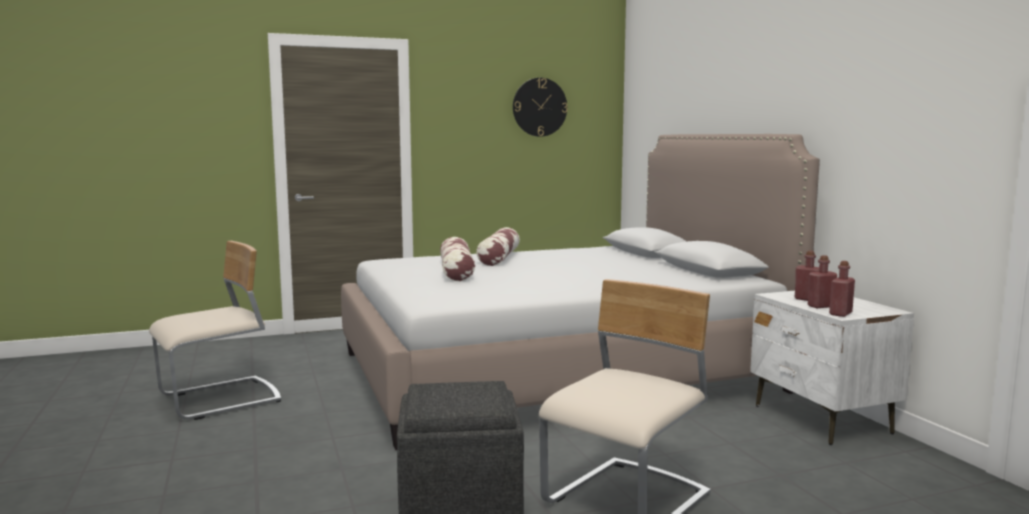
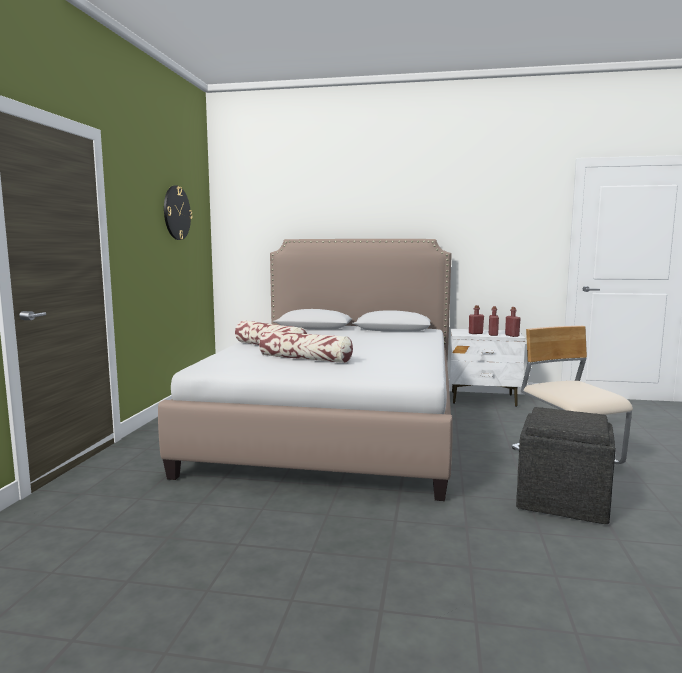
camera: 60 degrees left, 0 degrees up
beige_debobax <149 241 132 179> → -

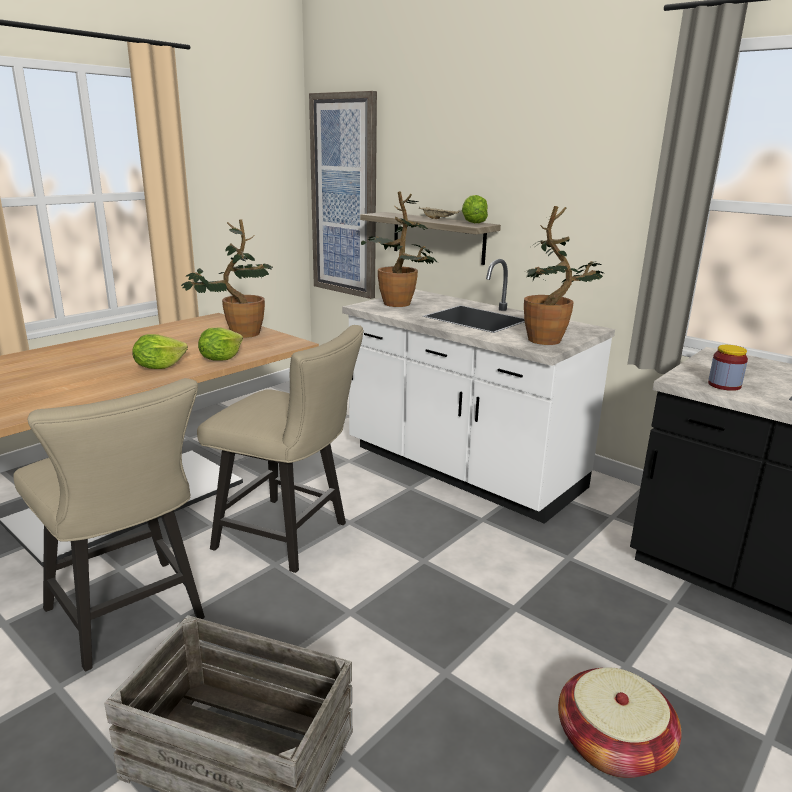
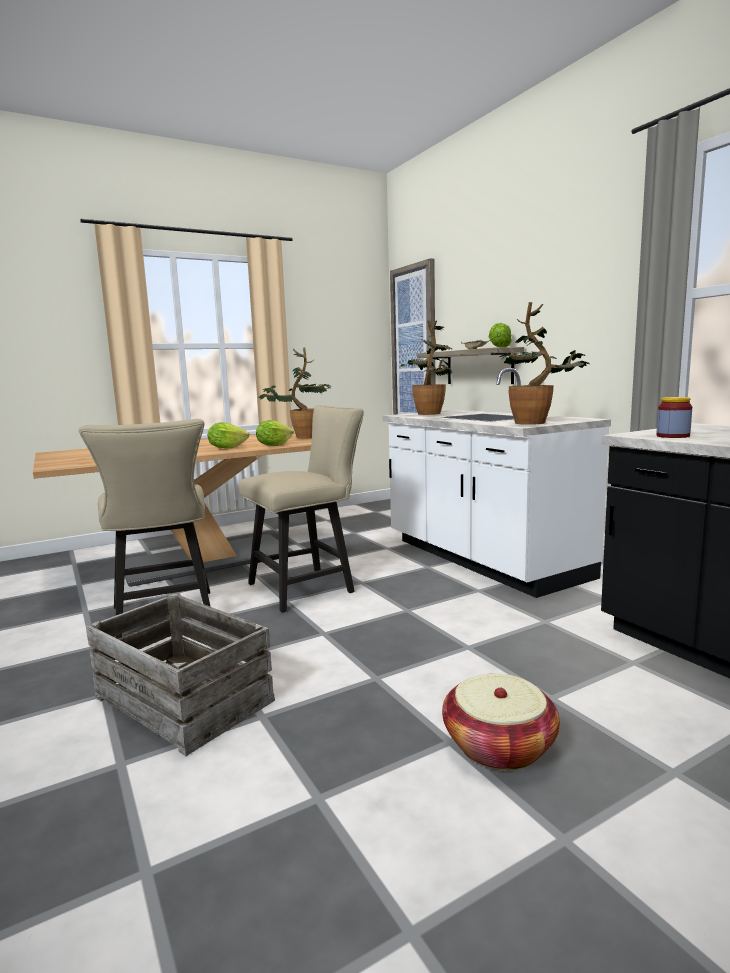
camera: 20 degrees right, 10 degrees down
beige_debobax <197 325 167 248> → beige_debobax <239 405 125 208>, 75 degrees counterclockwise

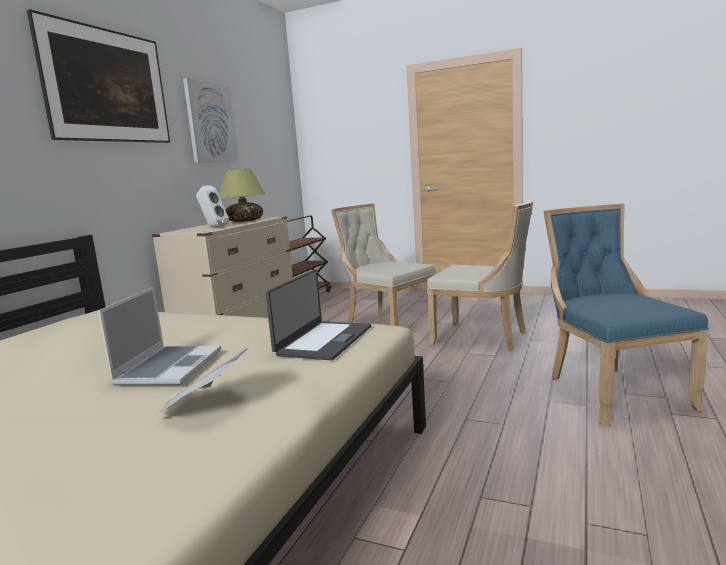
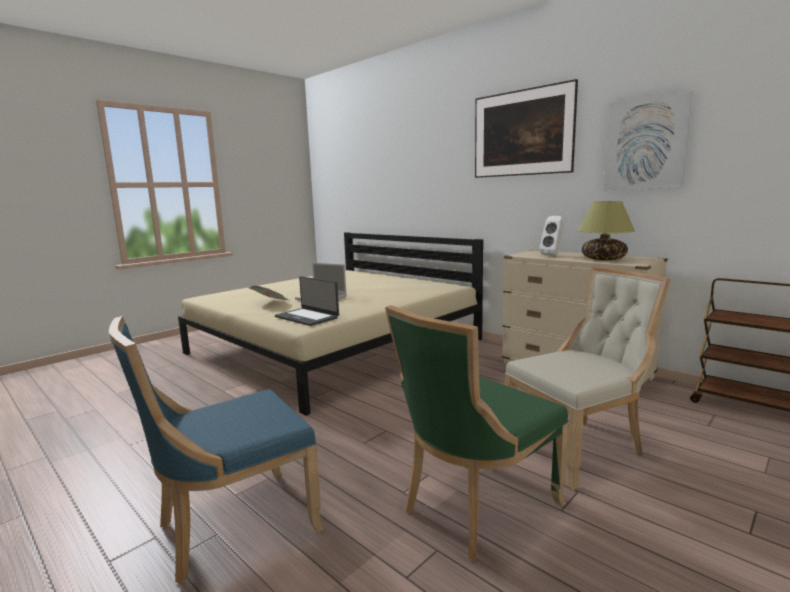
camera: 110 degrees right, 0 degrees up
beige_debobax <427 200 106 151> → green_debobax <385 305 183 255>
blue_debobax <544 204 165 223> → blue_debobax <109 316 215 268>, 135 degrees clockwise

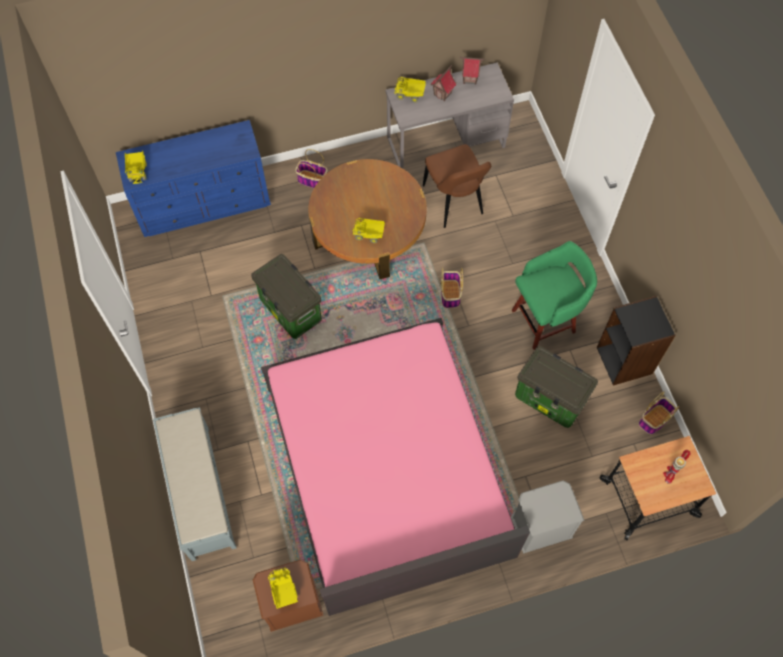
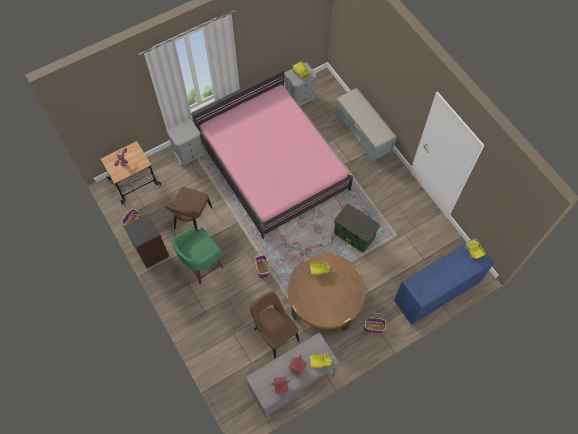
camera: 165 degrees right, 0 degrees up
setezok <515 346 83 82> → brown_debobax <165 186 47 45>
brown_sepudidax <253 559 70 73> → grey_sepudidax <284 62 33 44>

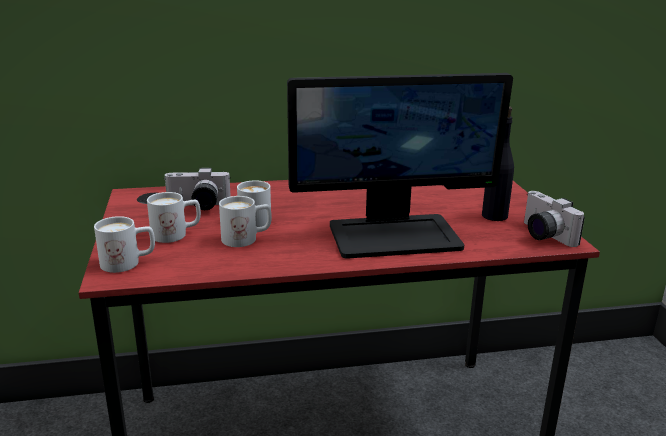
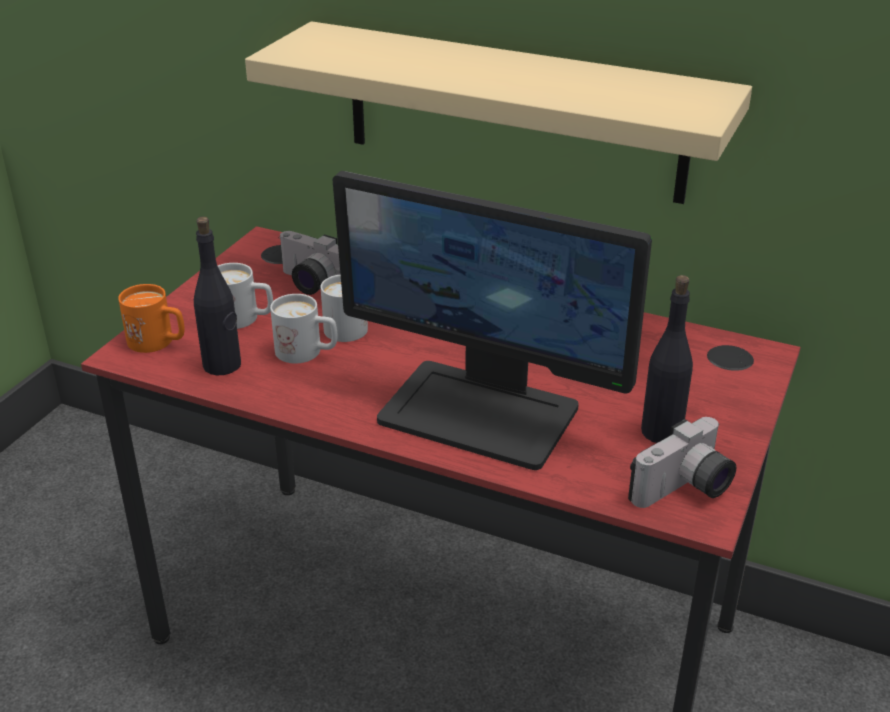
camera: 35 degrees right, 10 degrees up
- → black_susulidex <194 217 47 158>
- → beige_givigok <245 21 507 183>
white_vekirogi <94 216 61 57> → orange_vekirogi <118 284 67 69>
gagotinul <524 191 61 56> → gagotinul <628 417 108 91>, 135 degrees counterclockwise

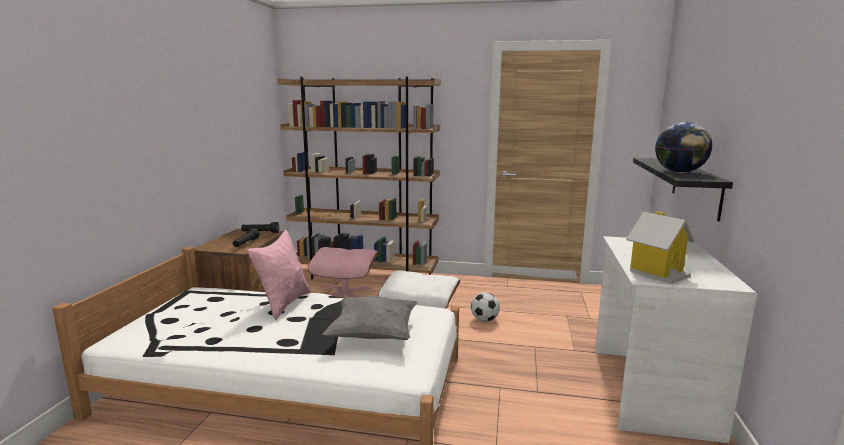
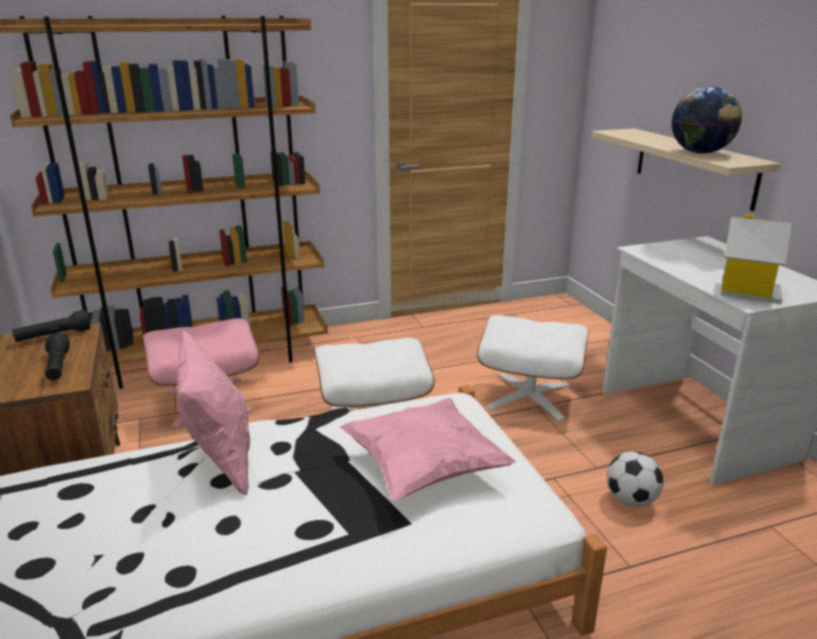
camera: 30 degrees left, 10 degrees up
- → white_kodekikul <477 315 112 106>
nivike <471 292 29 30> → nivike <607 451 57 56>, shifted
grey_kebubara <323 296 95 44> → pink_kebubara <340 398 176 102>
black_givigok <633 158 100 64> → beige_givigok <592 128 189 83>

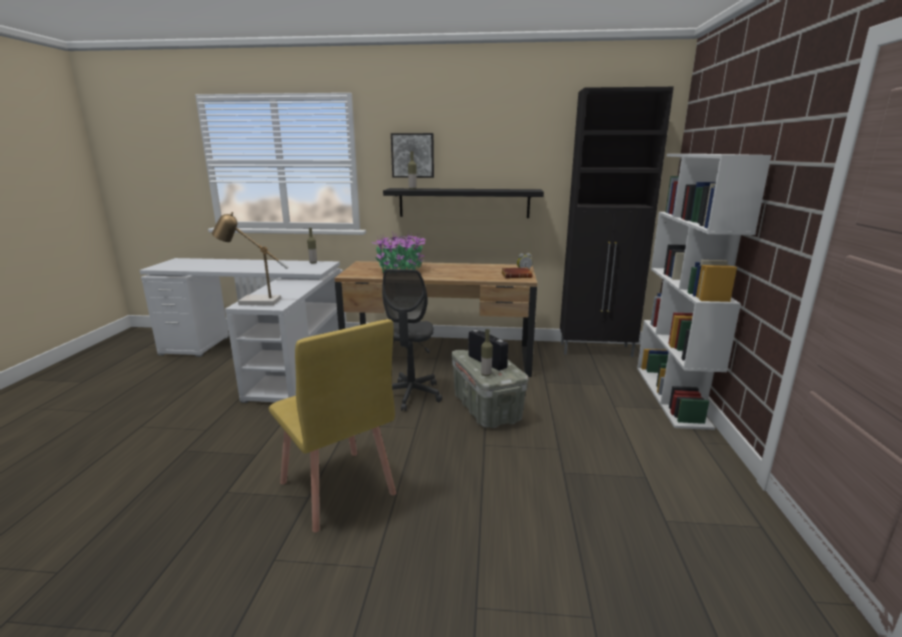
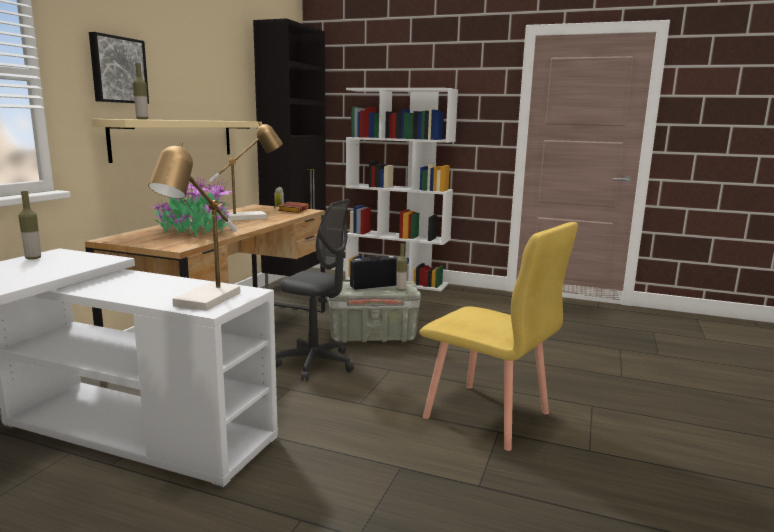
camera: 75 degrees left, 5 degrees down
- → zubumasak <209 122 74 99>
black_givigok <383 188 161 30> → beige_givigok <91 119 171 44>
yellow_debobax <269 319 127 213> → yellow_debobax <419 222 159 229>, 60 degrees clockwise

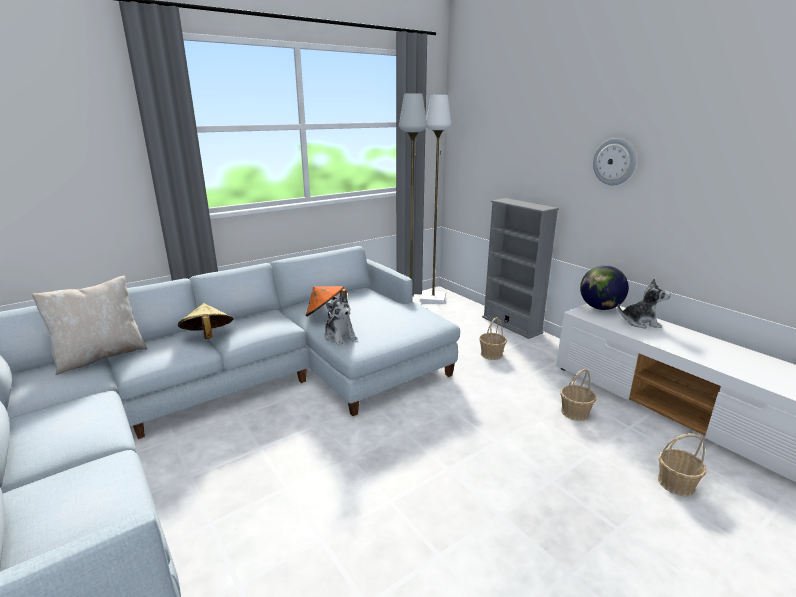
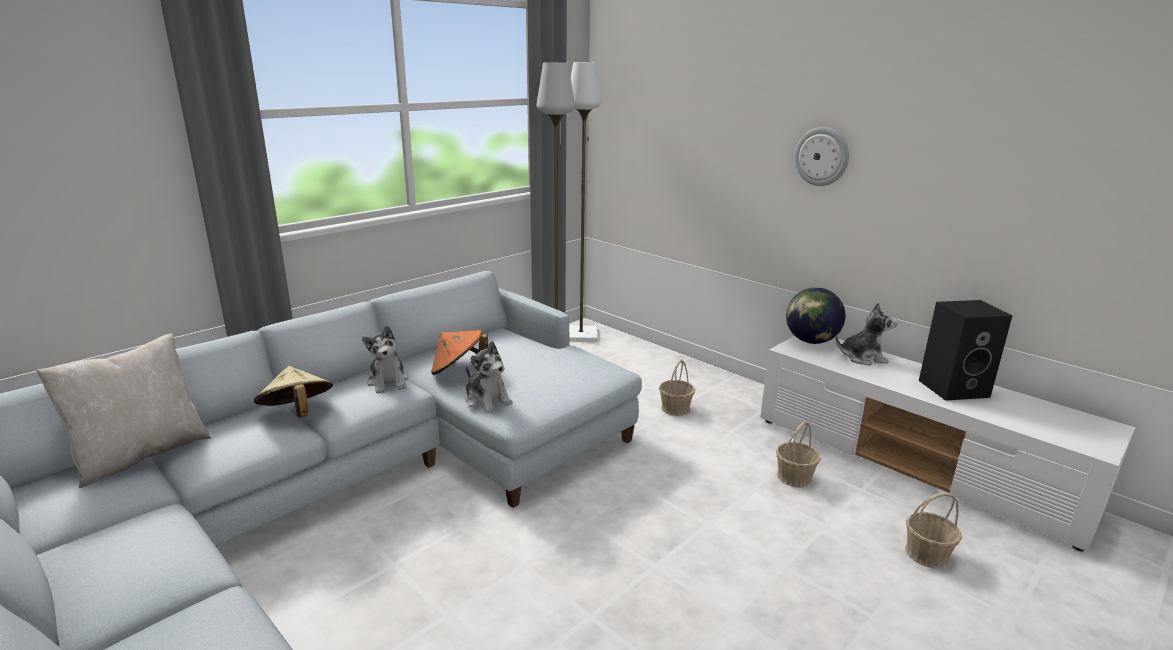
camera: 10 degrees left, 0 degrees up
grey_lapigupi <482 198 77 141> → -
- → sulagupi <362 326 46 68>
- → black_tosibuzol <919 300 93 101>

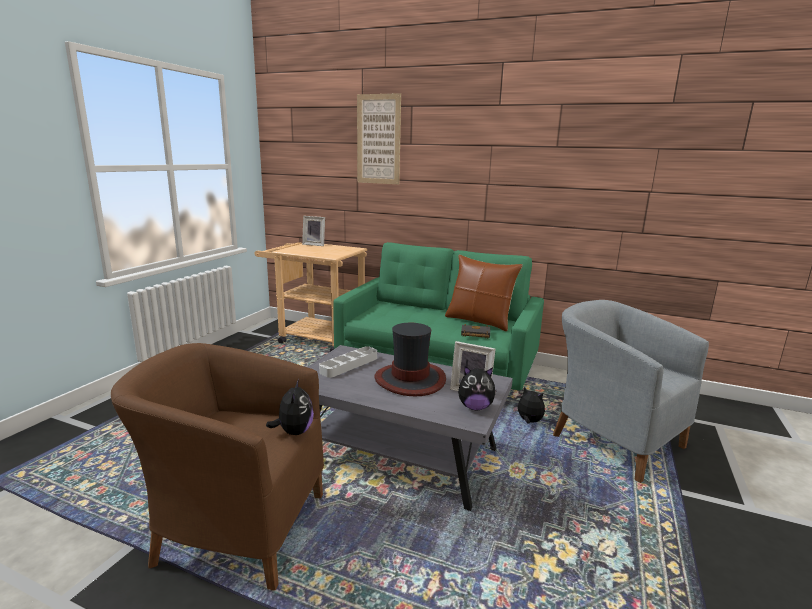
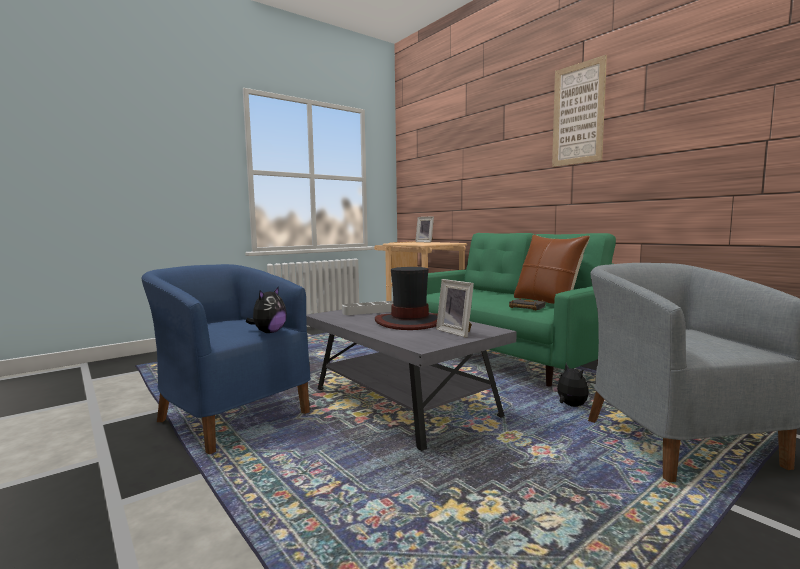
camera: 30 degrees right, 10 degrees down
sulagupi <458 366 39 44> → -
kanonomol <357 93 44 91> → kanonomol <552 55 55 112>, shifted
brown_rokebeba <111 343 213 248> → blue_rokebeba <141 264 170 190>

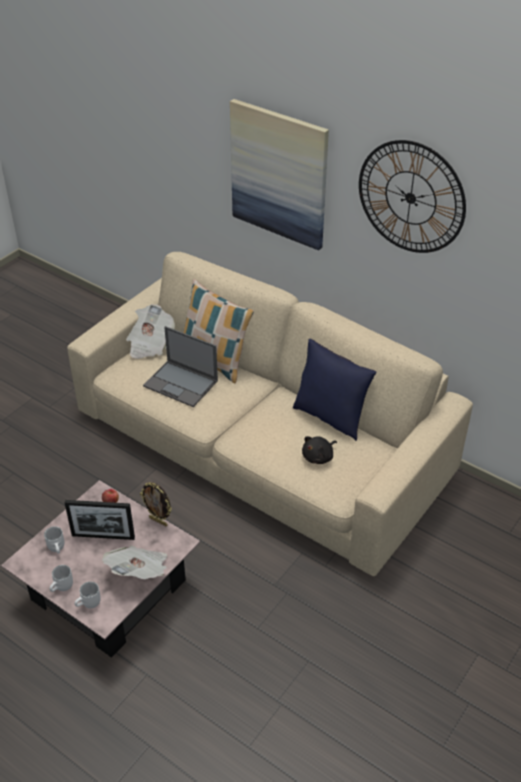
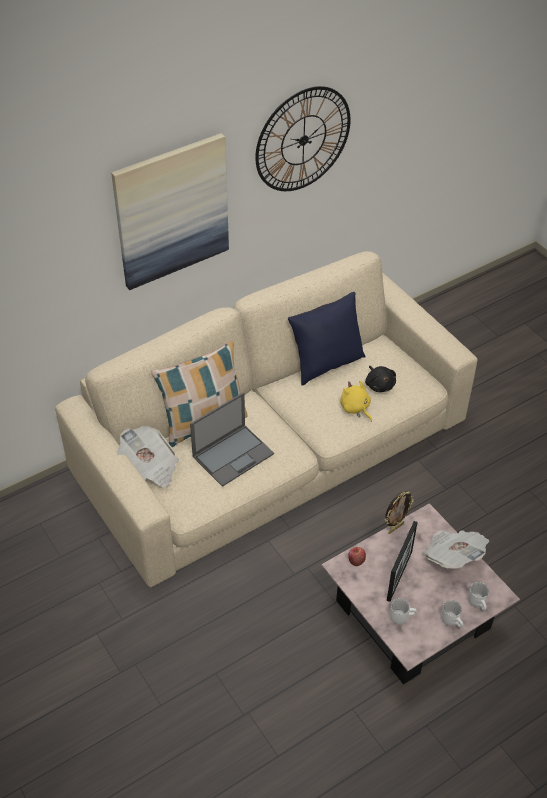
camera: 70 degrees left, 5 degrees up
- → yellow_sulagupi <340 380 32 42>

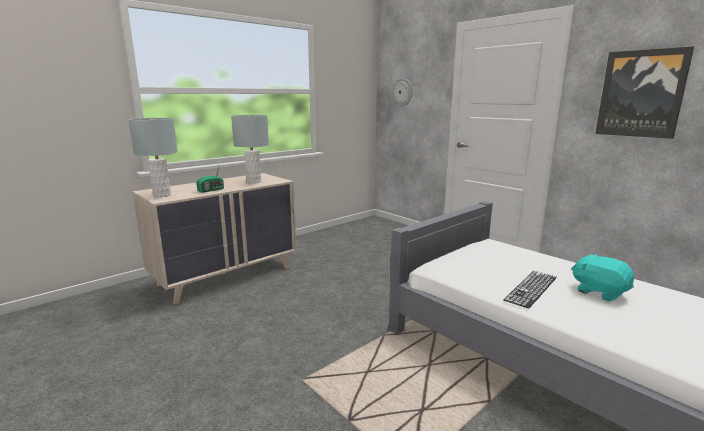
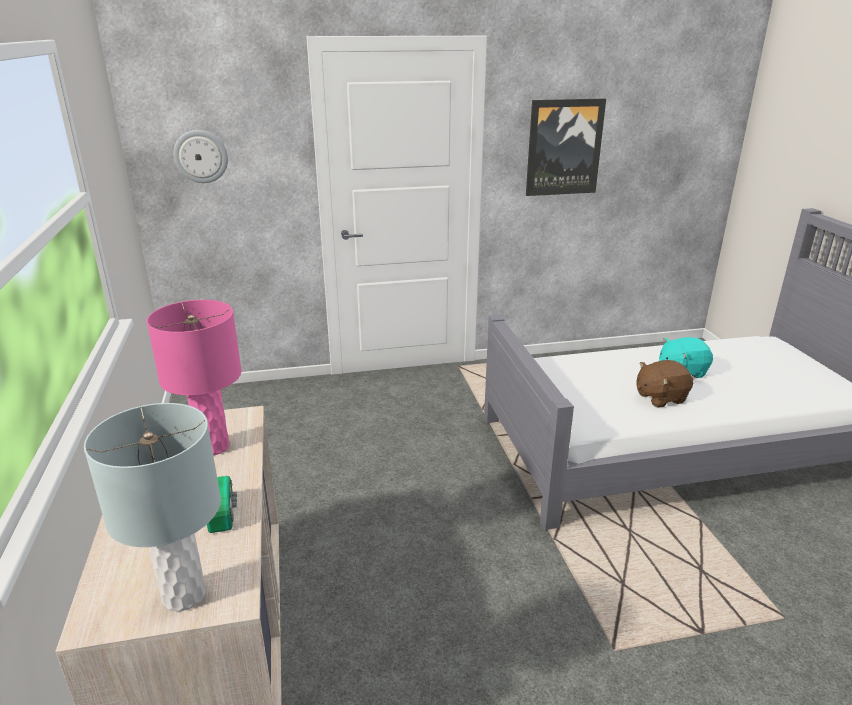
camera: 60 degrees left, 10 degrees up
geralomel <504 271 53 37> → brown_sulagupi <636 360 57 48>
grey_zubumasak <231 115 38 69> → pink_zubumasak <147 300 95 155>

